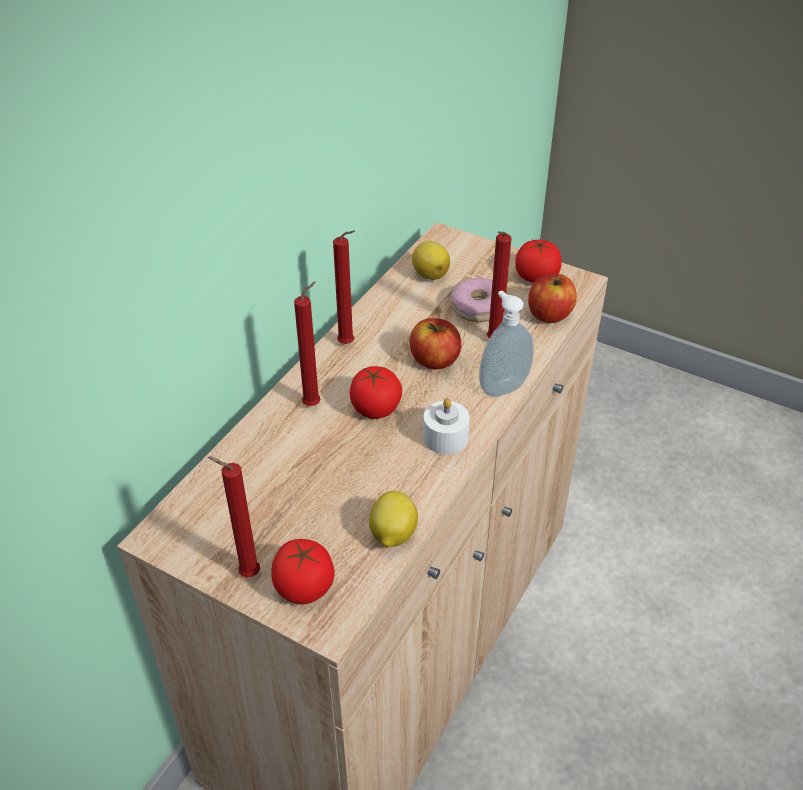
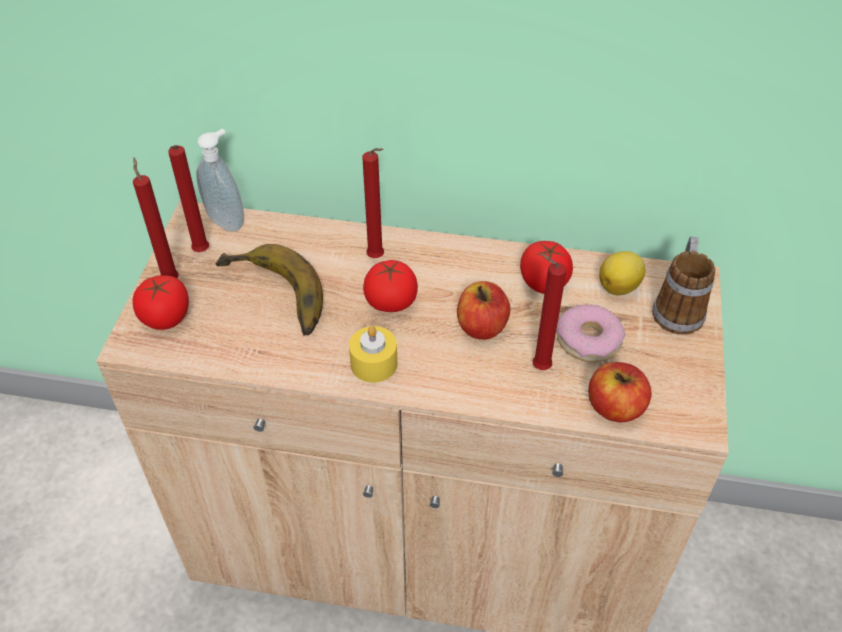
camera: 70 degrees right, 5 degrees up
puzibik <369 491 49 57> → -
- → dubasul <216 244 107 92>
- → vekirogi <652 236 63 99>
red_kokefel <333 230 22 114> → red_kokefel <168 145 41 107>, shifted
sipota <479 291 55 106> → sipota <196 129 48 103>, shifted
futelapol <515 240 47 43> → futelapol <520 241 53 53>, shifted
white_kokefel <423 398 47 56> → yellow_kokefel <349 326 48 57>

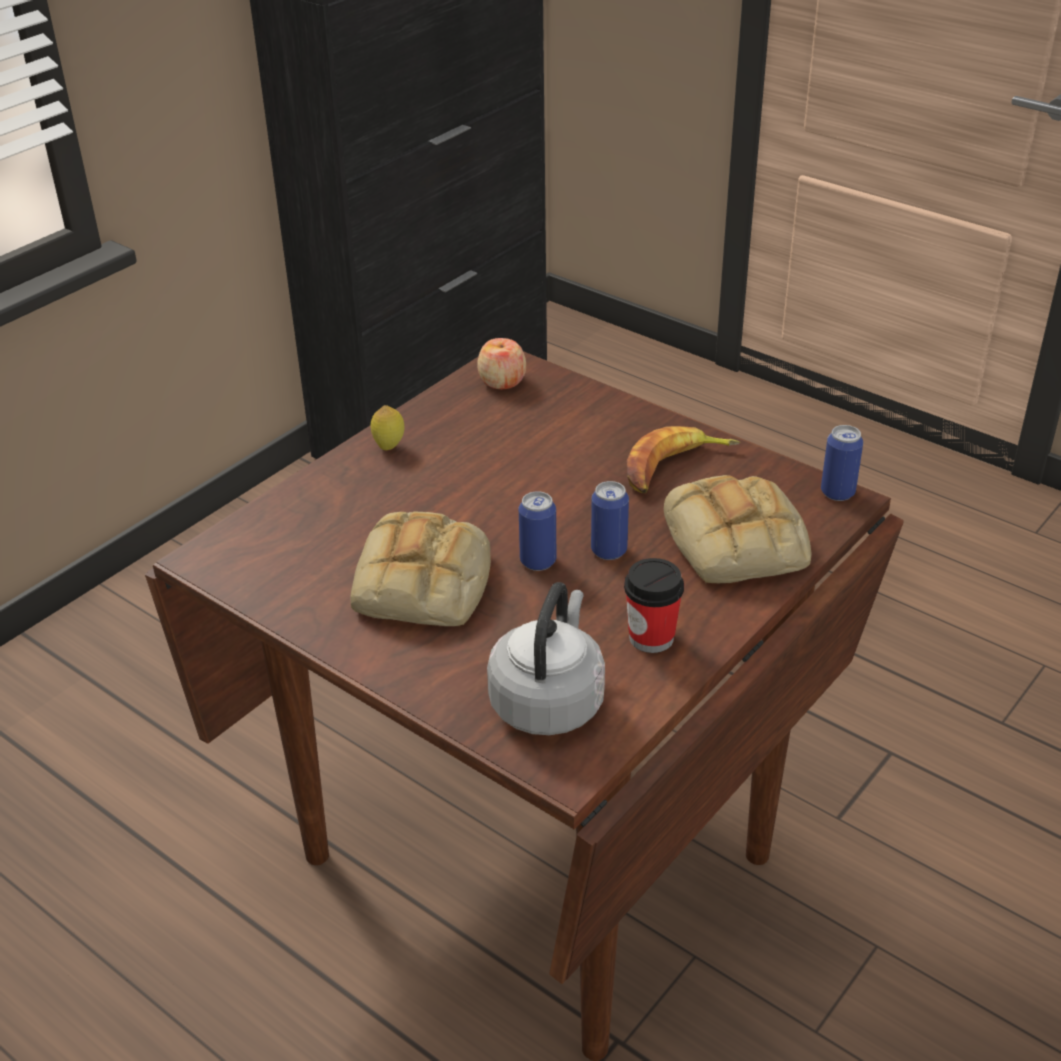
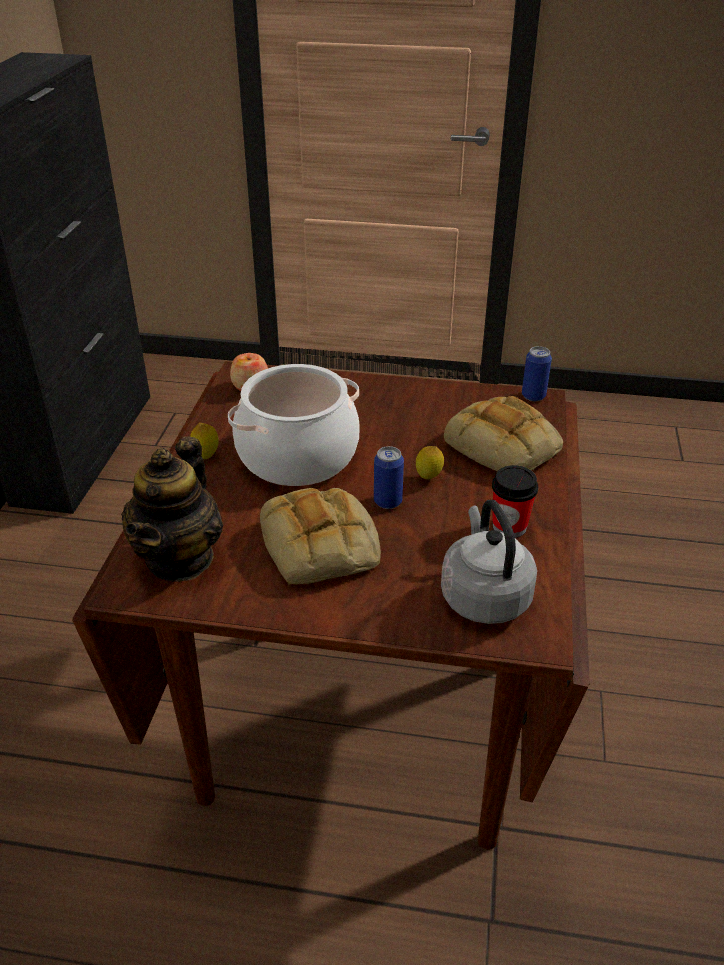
camera: 30 degrees left, 0 degrees up
dubasul <627 426 113 67> → -
- → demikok <121 436 102 146>
- → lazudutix <228 364 131 122>
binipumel <591 481 38 79> → puzibik <416 446 28 34>

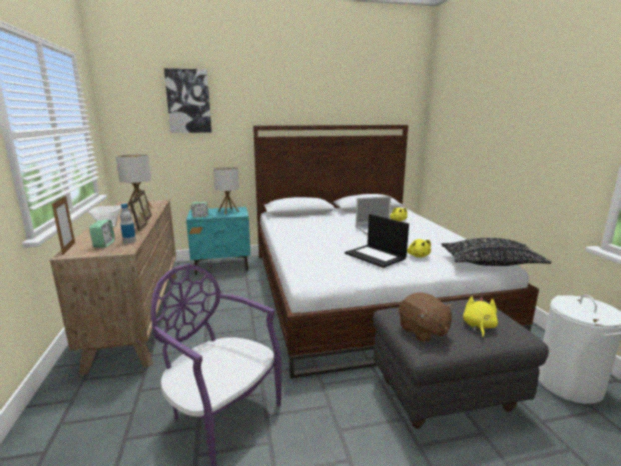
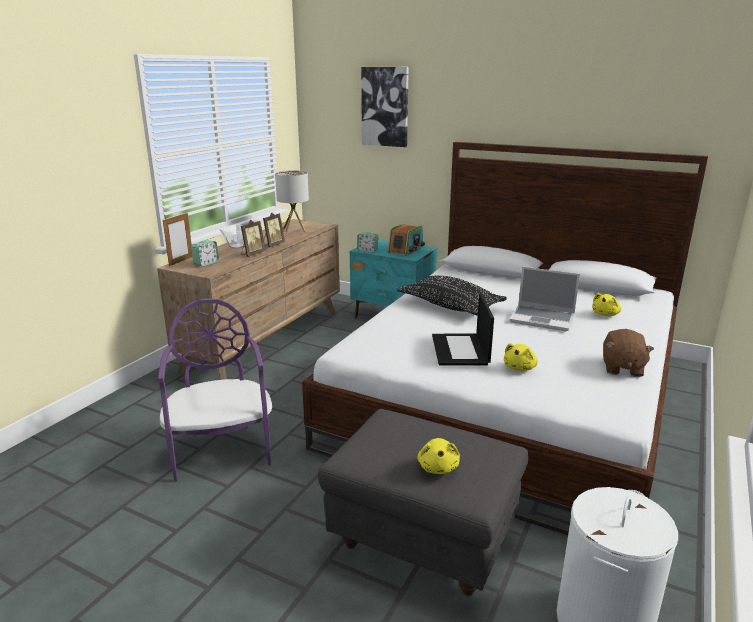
camera: 40 degrees right, 5 degrees up
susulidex <120 203 16 41> → -
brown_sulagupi <399 292 55 51> → brown_sulagupi <603 329 51 48>, shifted
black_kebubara <441 238 110 28> → black_kebubara <397 275 110 40>, shifted
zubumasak <213 167 26 47> → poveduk <388 223 37 33>
yellow_sulagupi <463 296 35 42> → yellow_sulagupi <417 438 43 36>, 120 degrees clockwise

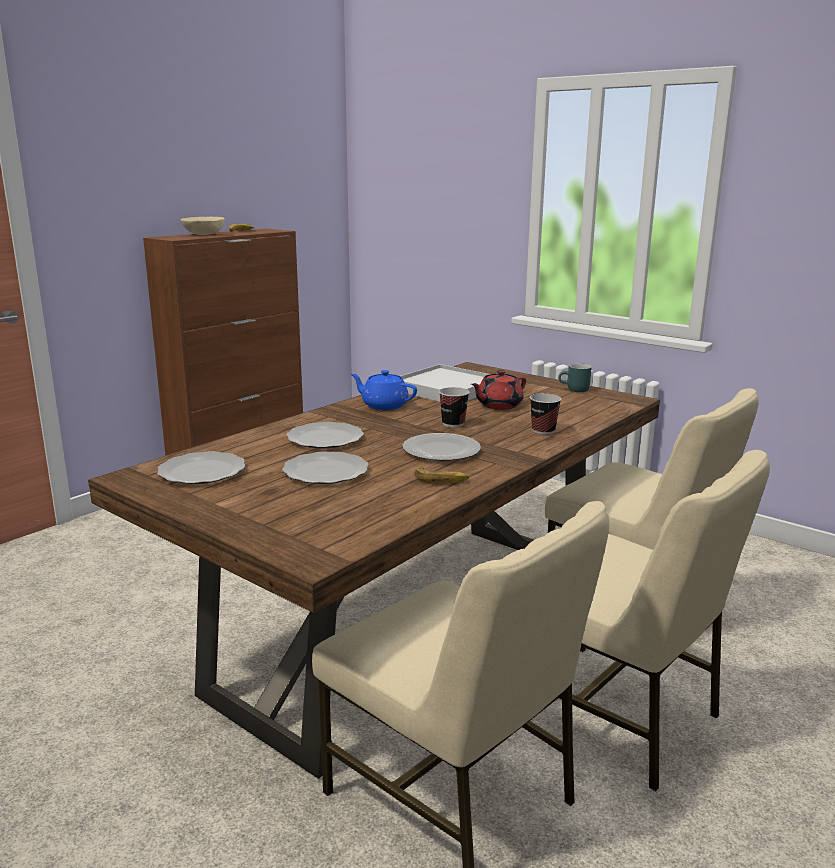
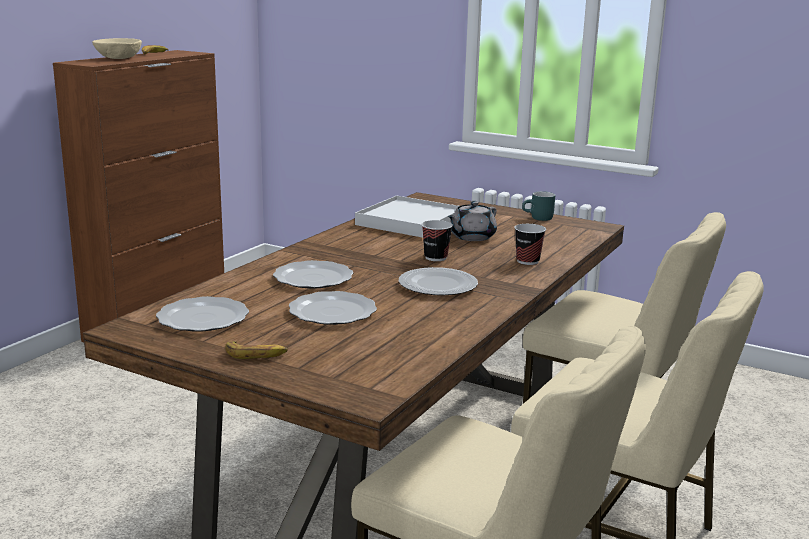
camera: 10 degrees left, 0 degrees up
blue_demikok <351 370 66 40> → -
dubasul <414 468 55 15> → dubasul <225 341 63 18>, shifted
red_demikok <471 370 55 40> → grey_demikok <448 201 49 40>

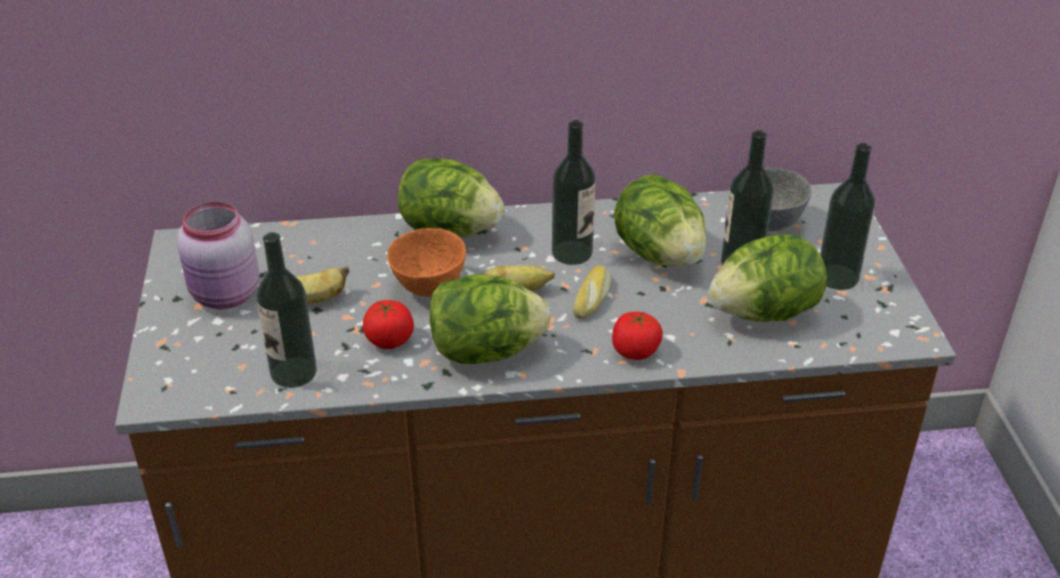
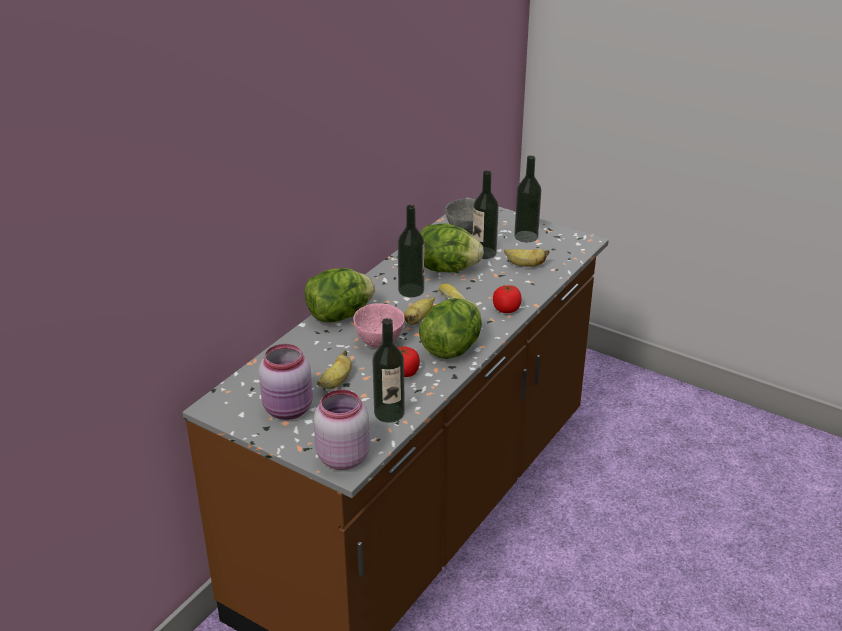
camera: 50 degrees left, 5 degrees down
- → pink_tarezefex <314 389 56 81>
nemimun <709 234 118 88> → dubasul <504 249 45 18>
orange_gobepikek <387 228 79 69> → pink_gobepikek <353 303 52 45>

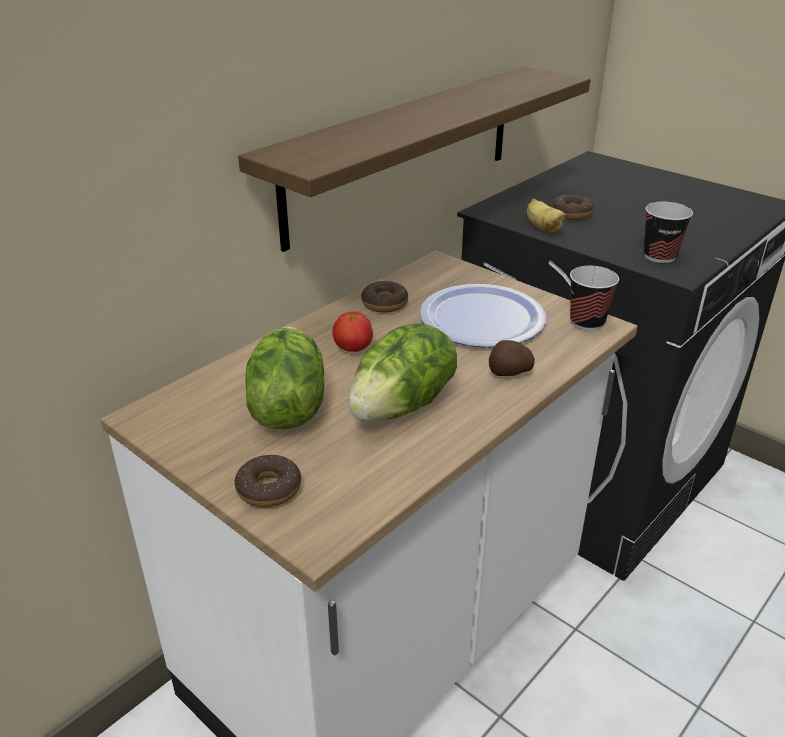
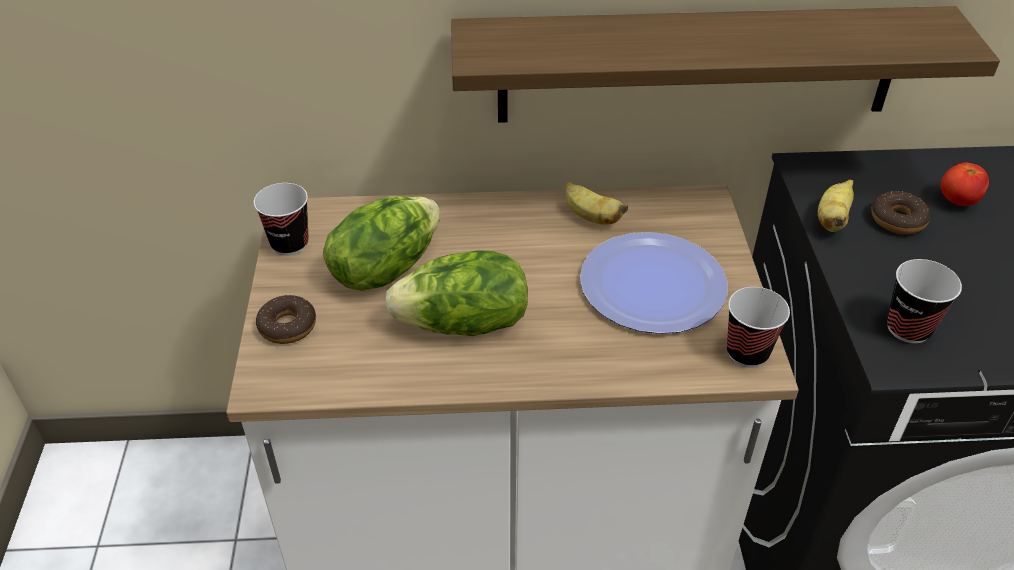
camera: 45 degrees right, 10 degrees up
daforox <489 340 46 36> → -
- → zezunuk <254 183 55 73>
futelapol <332 311 41 41> → futelapol <940 163 49 43>, shifted
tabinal <361 281 47 32> → dubasul <565 181 63 44>

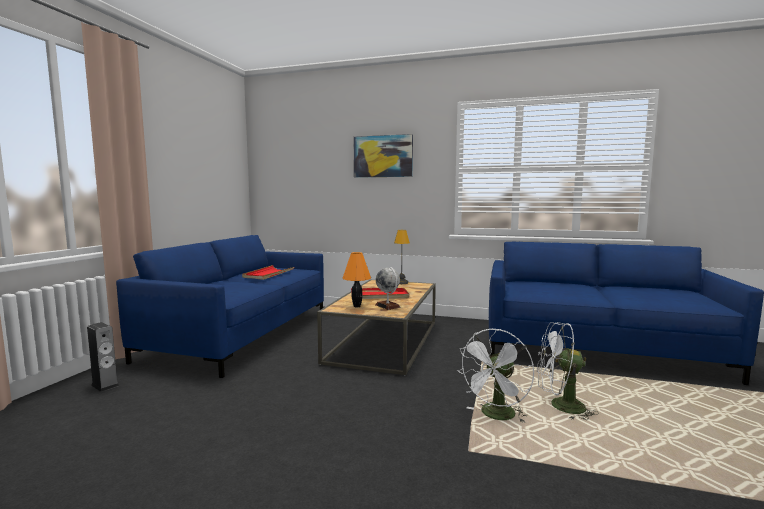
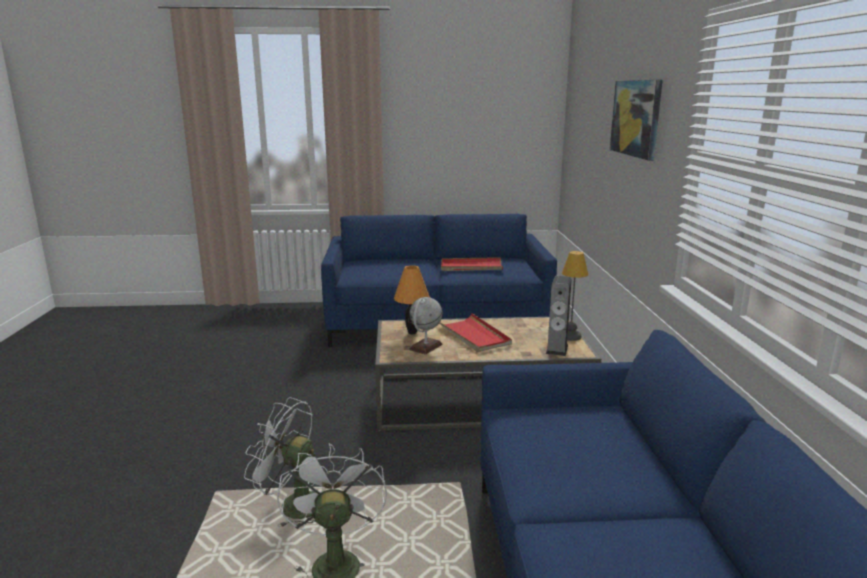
camera: 70 degrees right, 10 degrees up
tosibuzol <87 322 32 70> → tosibuzol <546 276 26 80>, shifted

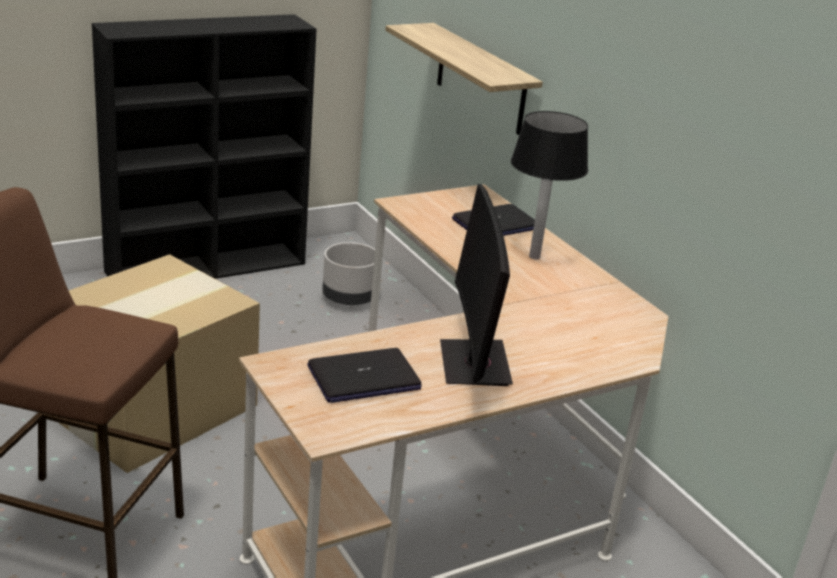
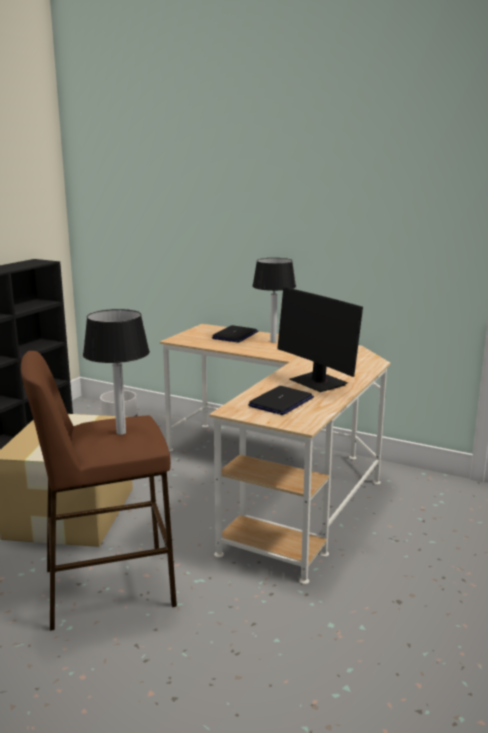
camera: 30 degrees left, 10 degrees down
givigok <385 23 158 112> → -
- → zubumasak <83 309 67 126>

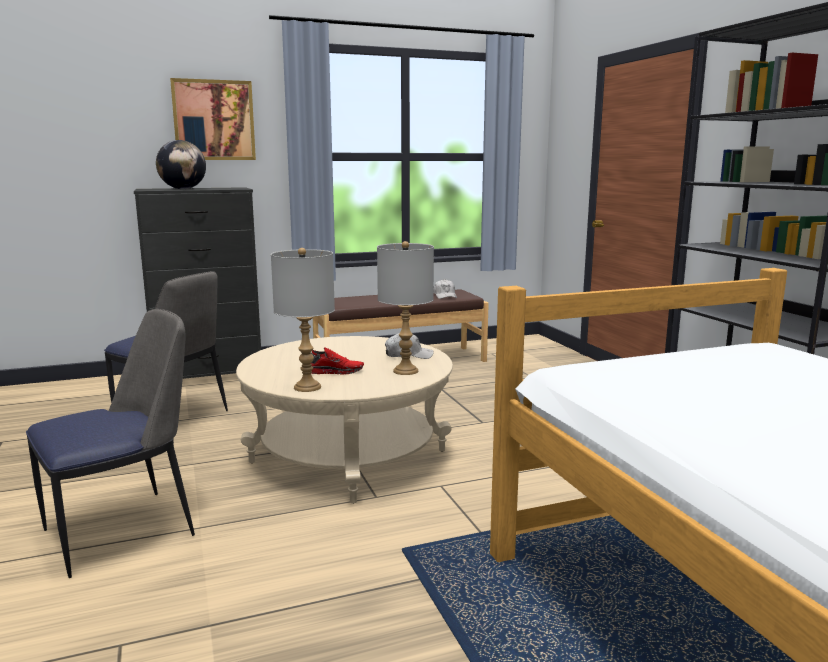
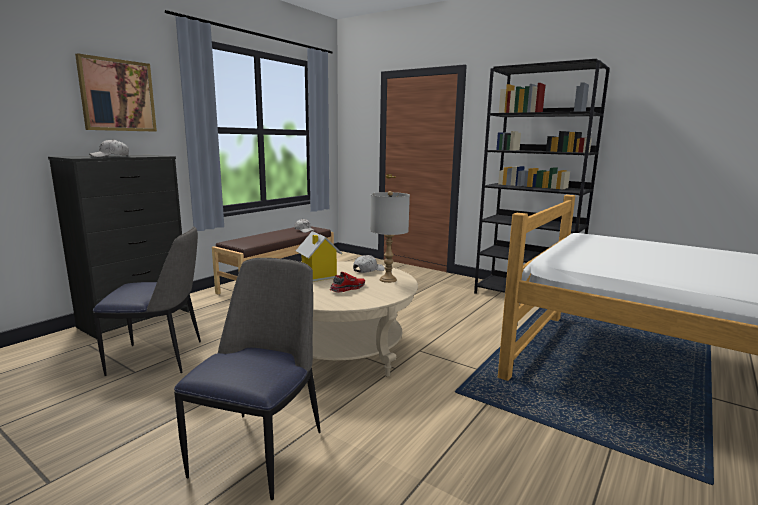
camera: 35 degrees left, 0 degrees up
grey_zubumasak <271 248 64 144> → -
- → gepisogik <296 231 47 51>
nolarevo <156 140 50 49> → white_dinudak <89 139 40 18>

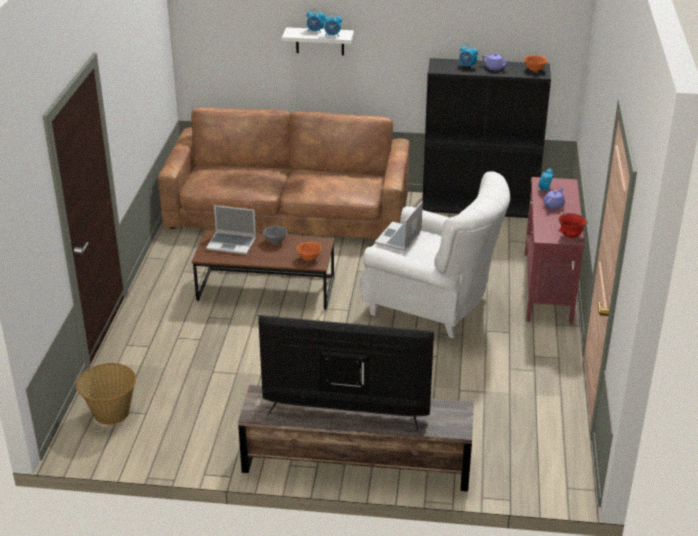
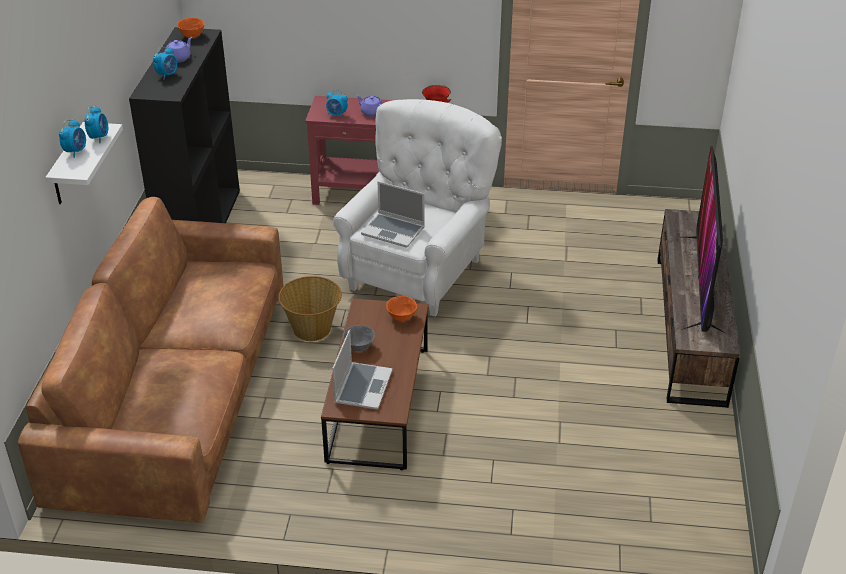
camera: 90 degrees left, 5 degrees up
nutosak <76 363 60 62> → nutosak <278 276 64 65>, shifted

